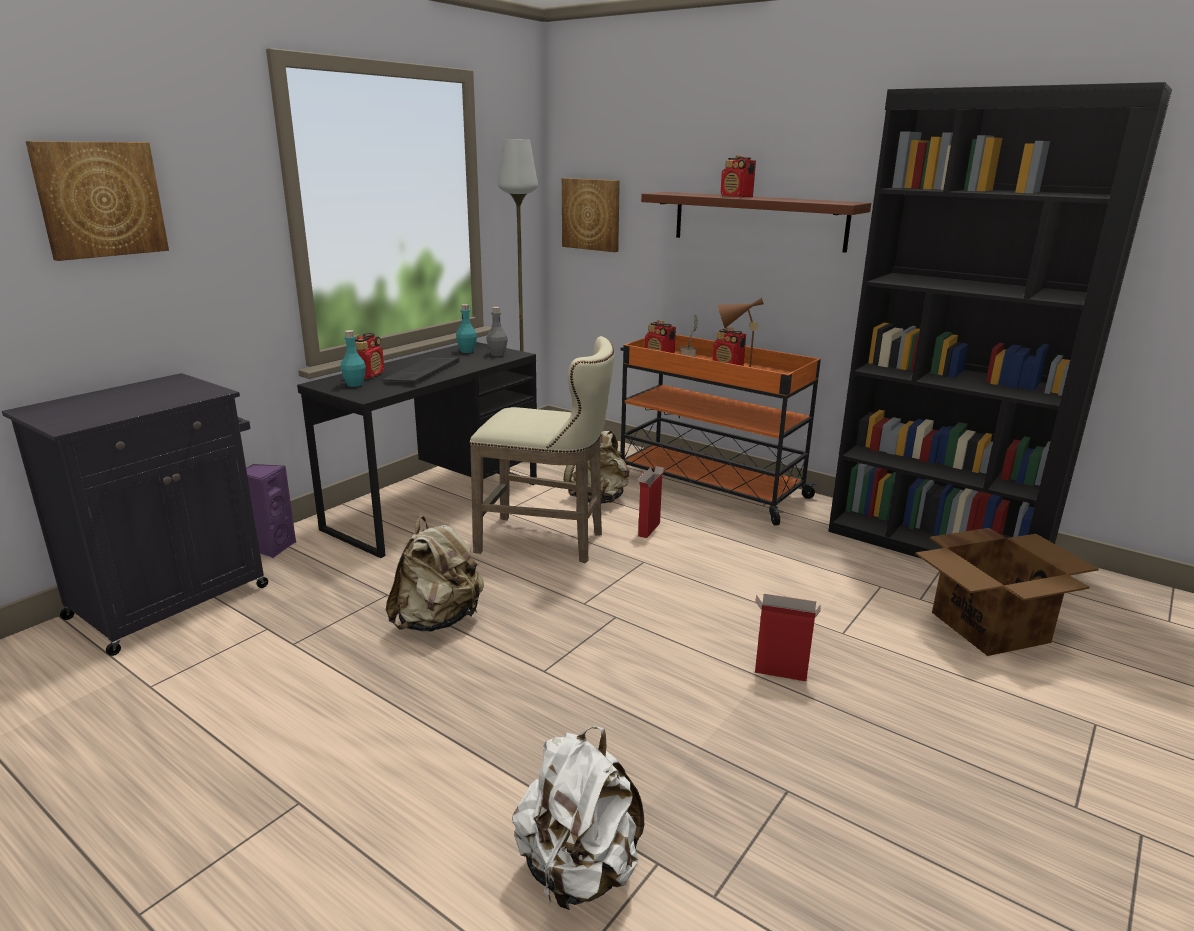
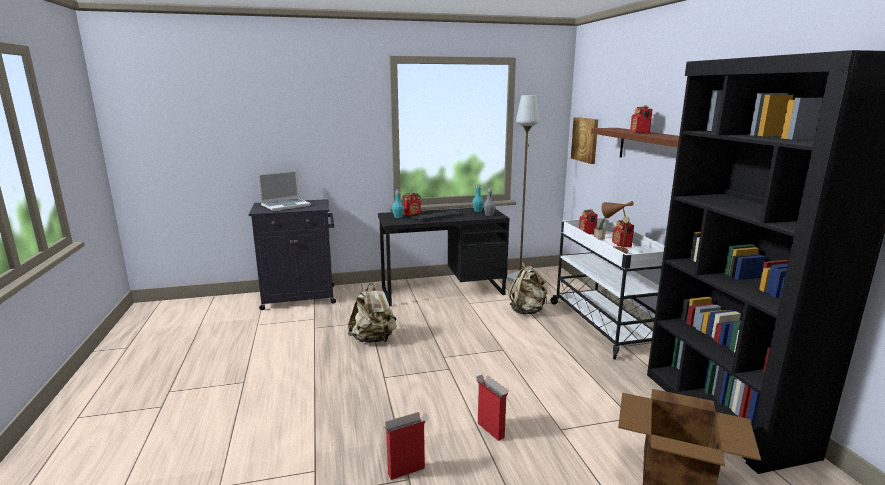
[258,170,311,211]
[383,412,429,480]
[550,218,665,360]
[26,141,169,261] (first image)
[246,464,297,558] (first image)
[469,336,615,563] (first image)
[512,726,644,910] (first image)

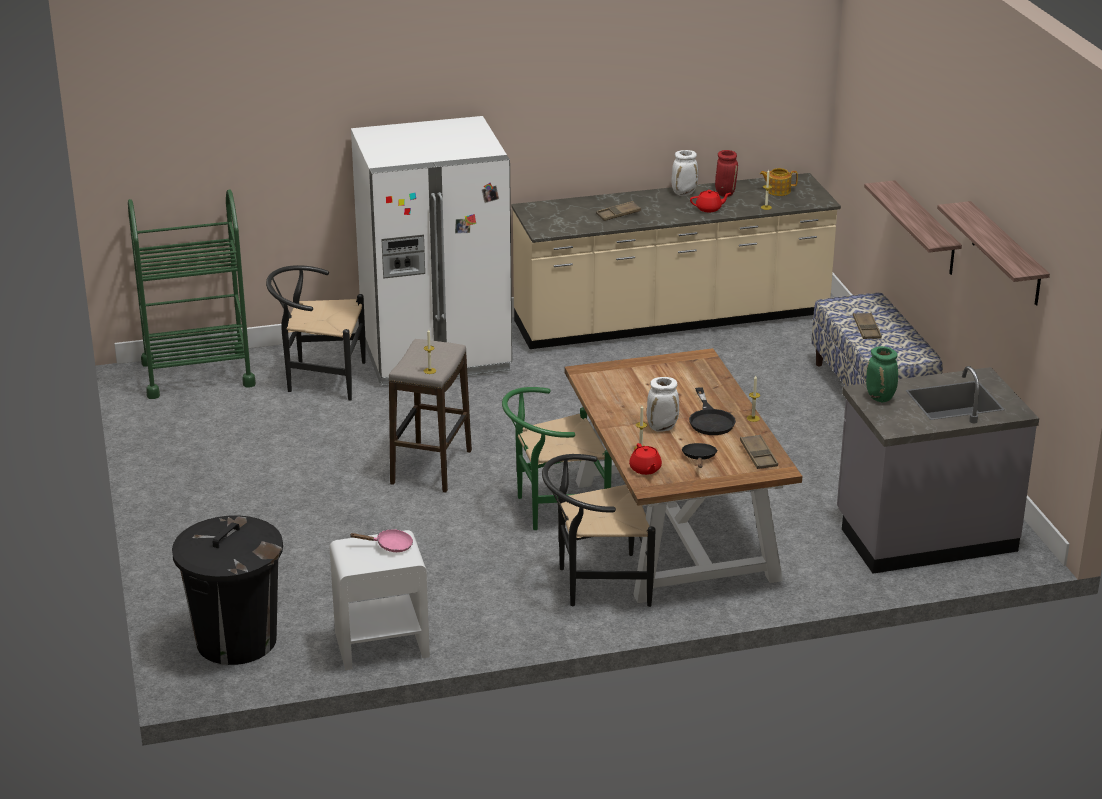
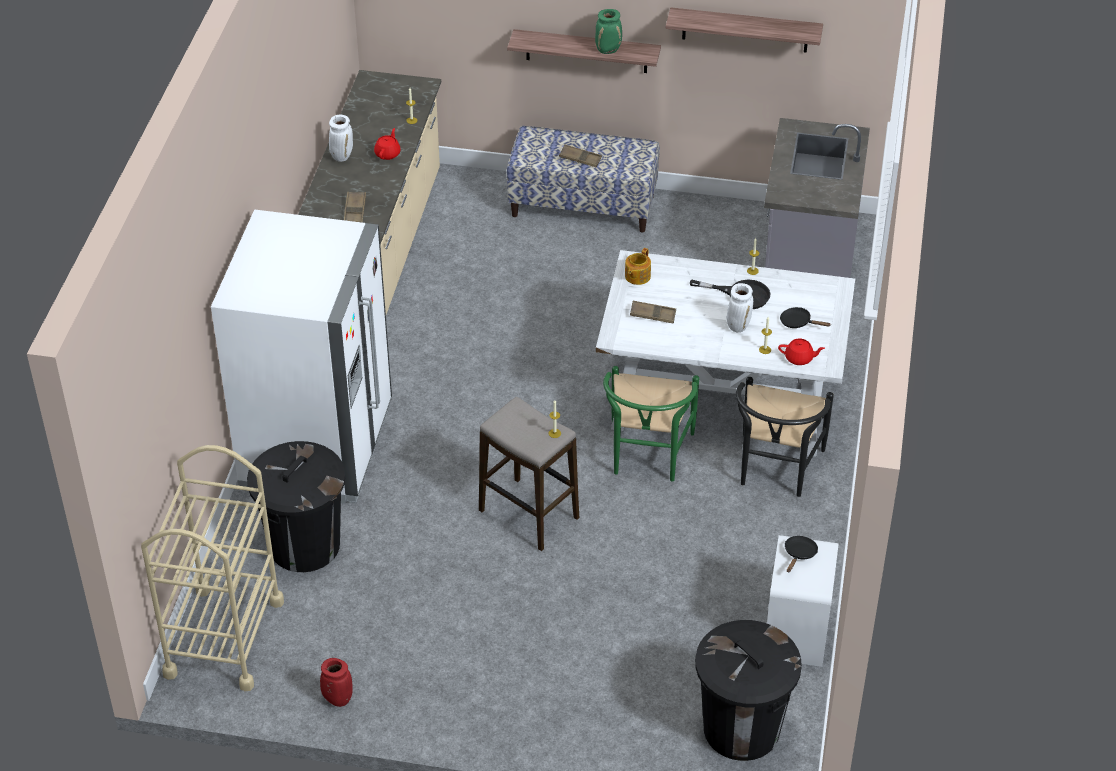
[141,445,284,691]
[247,441,345,572]
[320,658,353,707]
[595,9,622,54]
[596,250,855,456]
[625,248,651,285]
[630,301,676,324]
[785,536,818,573]

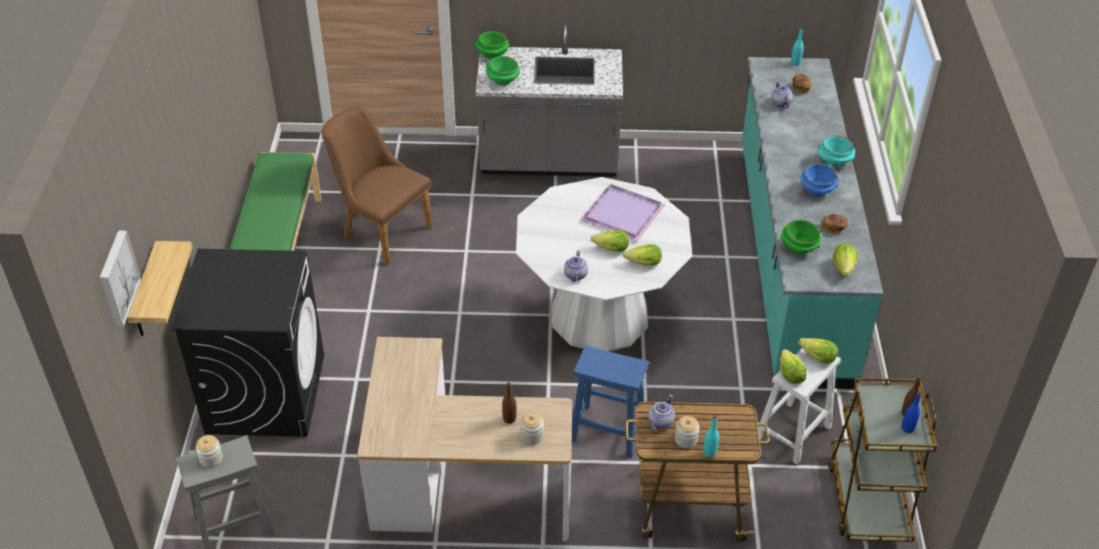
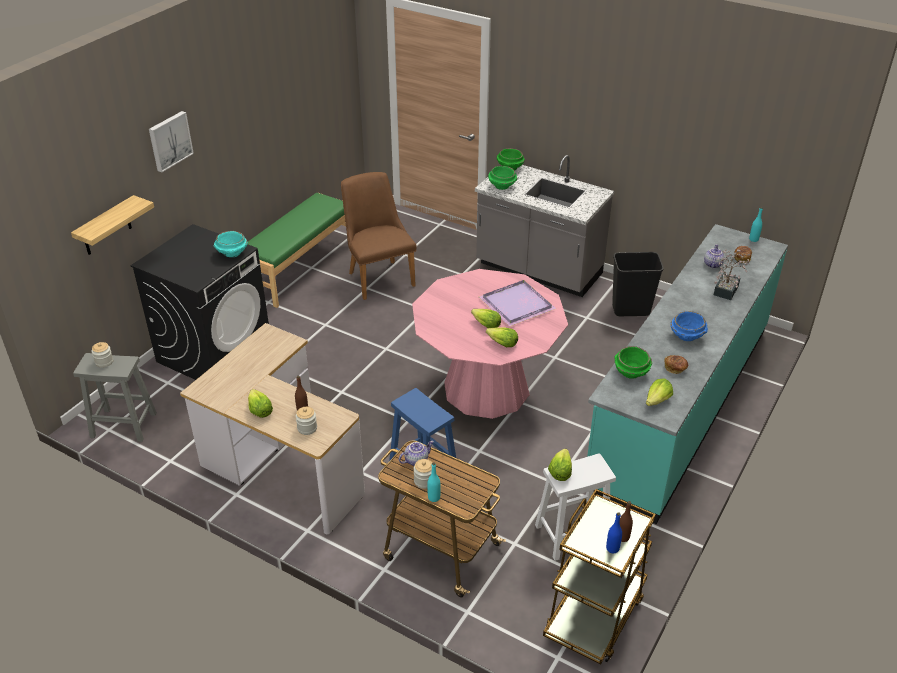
[149,111,194,173]
[214,231,248,257]
[248,389,273,418]
[412,269,568,419]
[612,252,664,316]
[714,249,750,300]
[564,250,588,282] (first image)

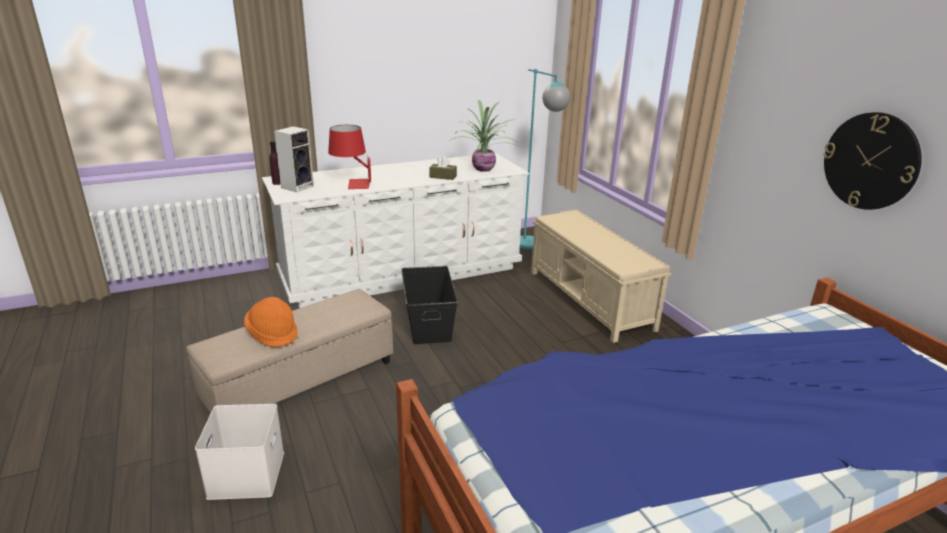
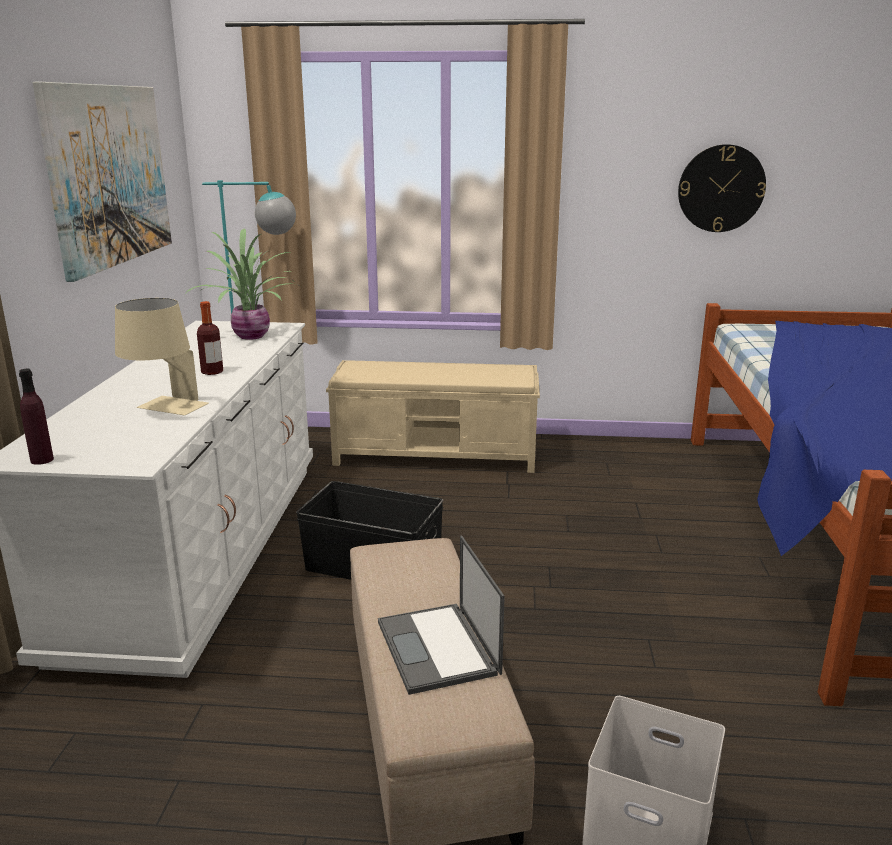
[33,82,172,282]
[115,298,209,415]
[197,301,223,375]
[378,536,505,695]
[274,126,314,192] (first image)
[430,156,457,180] (first image)

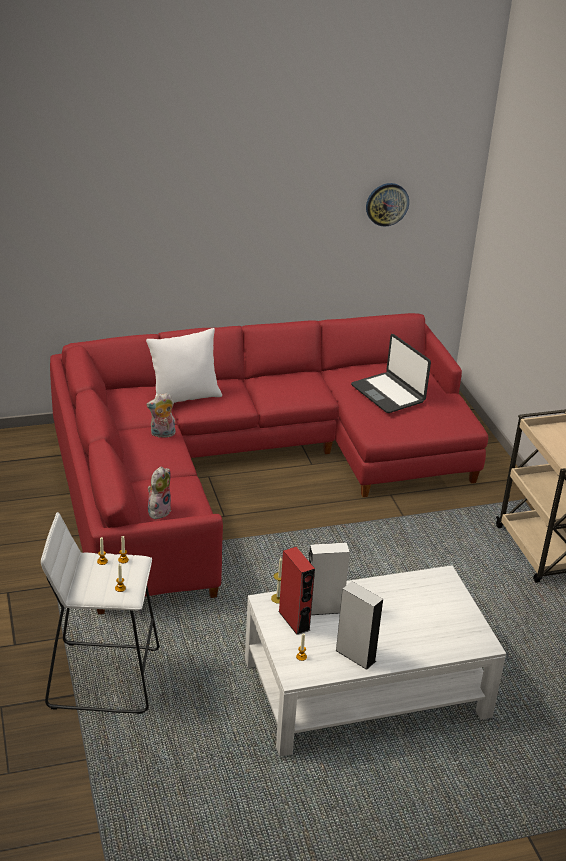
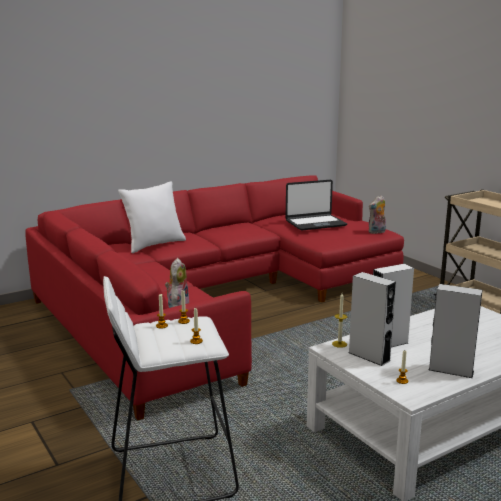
[286,180,347,230]
[348,272,396,366]
[369,195,386,234]
[366,183,409,226] (first image)

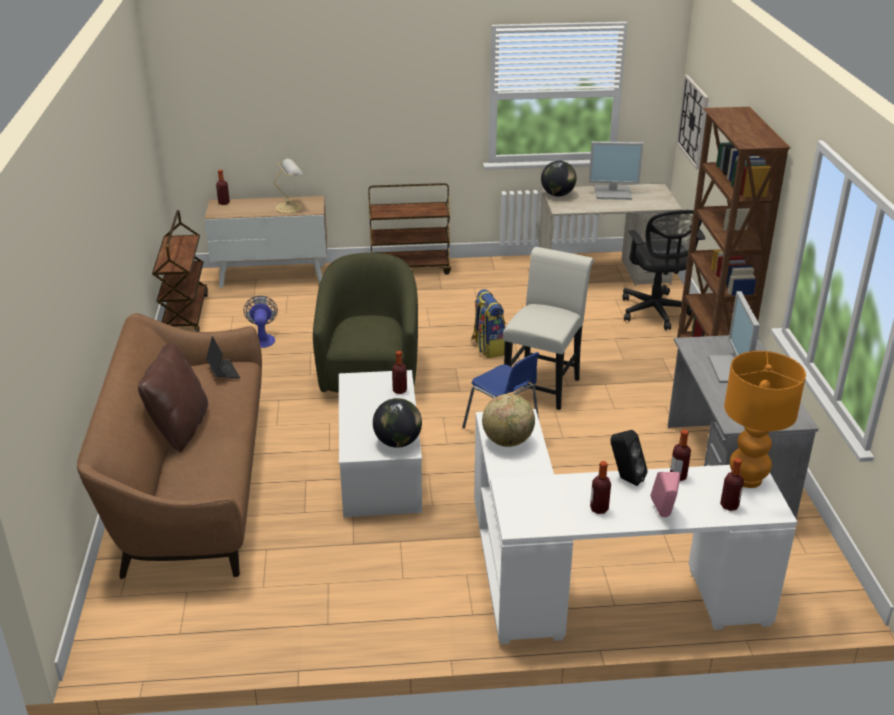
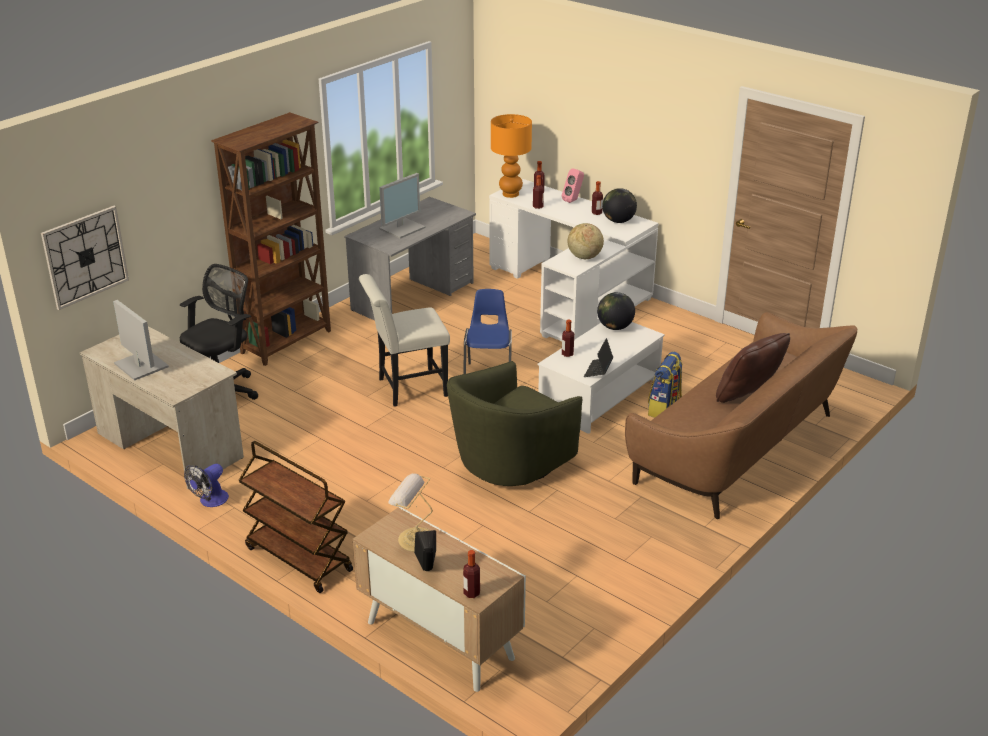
[184,464,229,507]
[414,530,436,571]
[584,338,613,377]
[602,188,637,223]
[648,352,683,418]
[152,210,208,332] (first image)

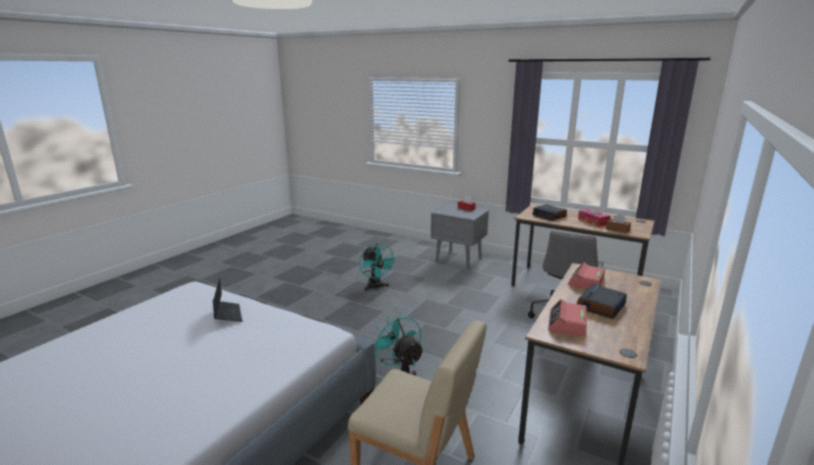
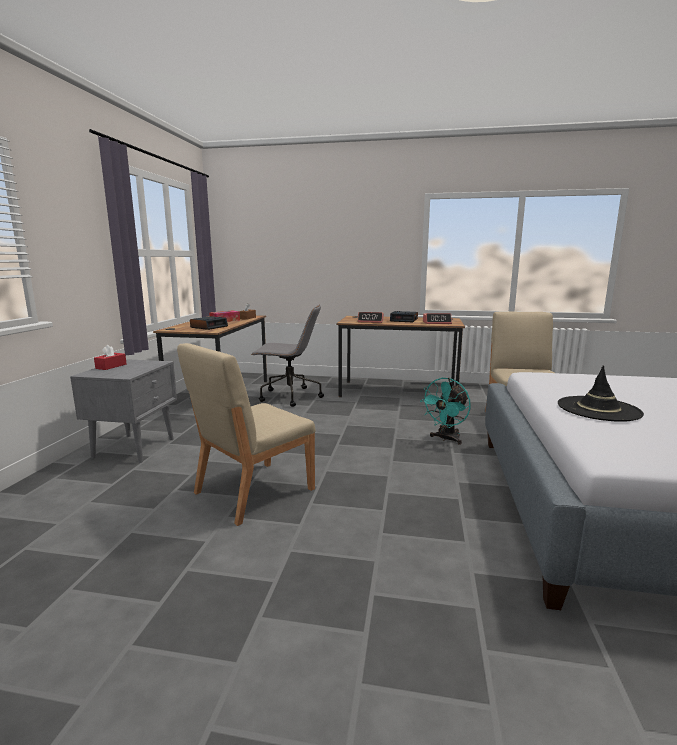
[177,343,316,526]
[558,365,644,422]

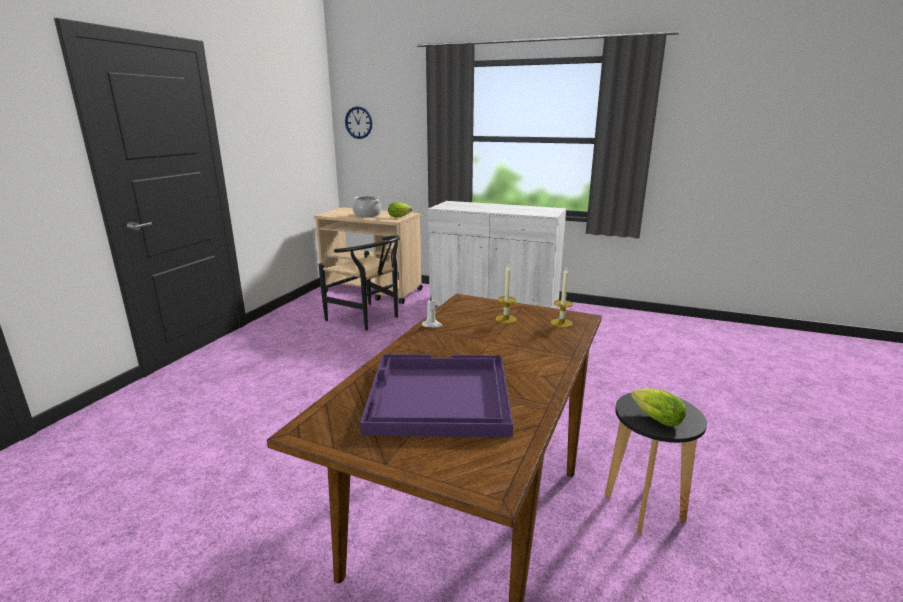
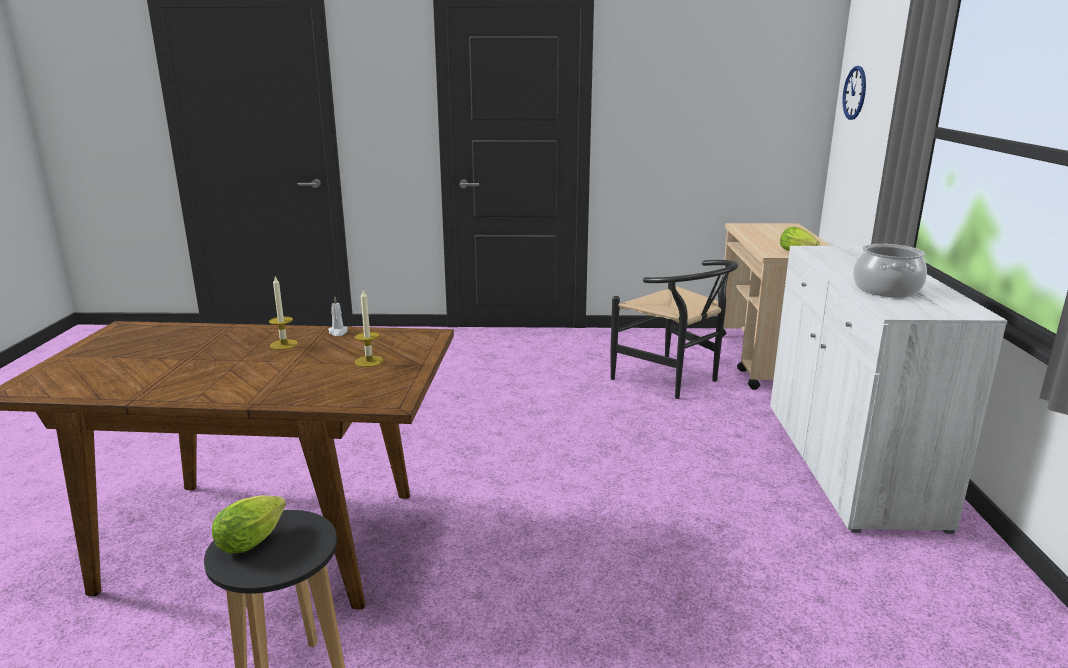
[269,276,298,350]
[611,260,738,399]
[853,244,927,297]
[360,354,513,437] (first image)

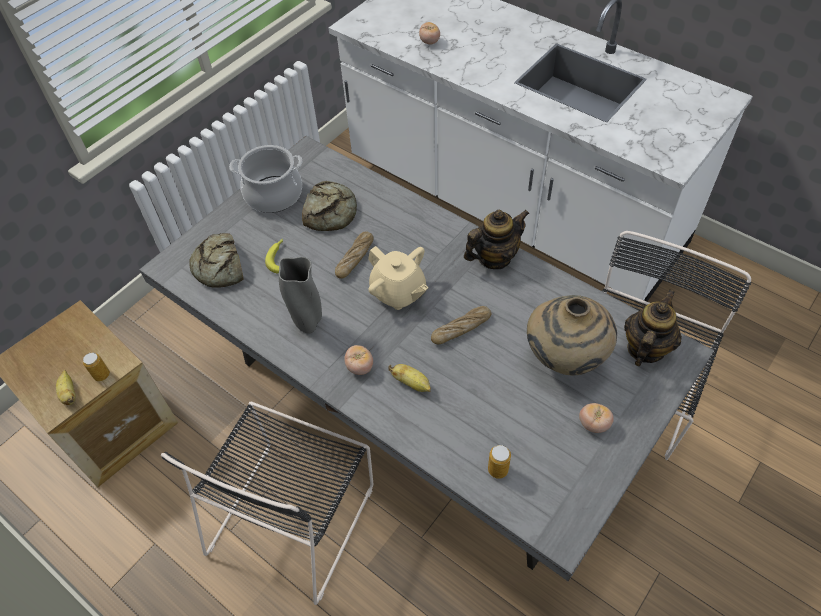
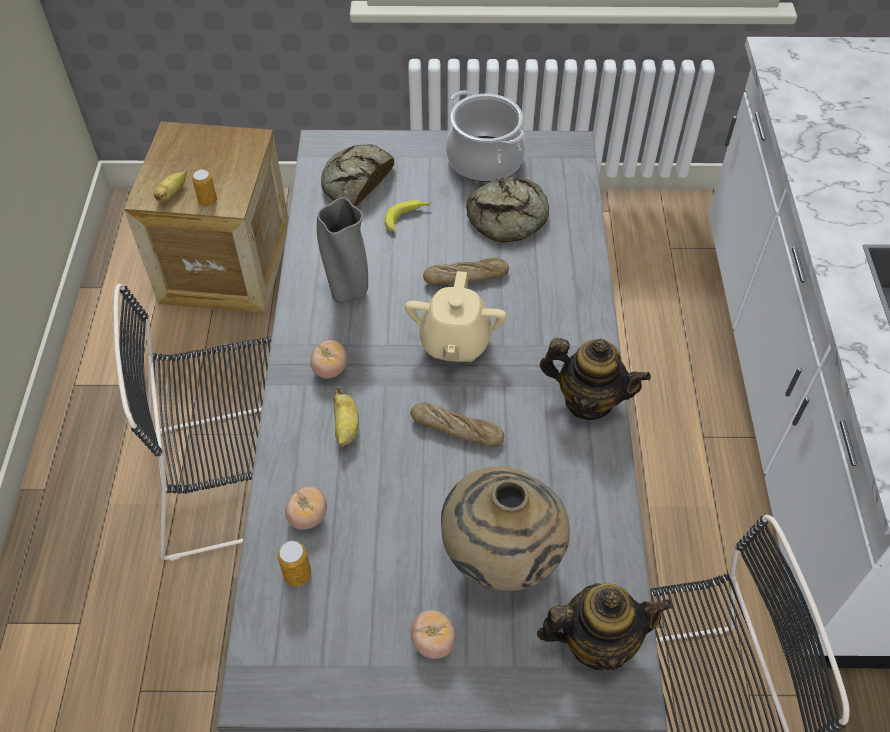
[285,486,327,530]

